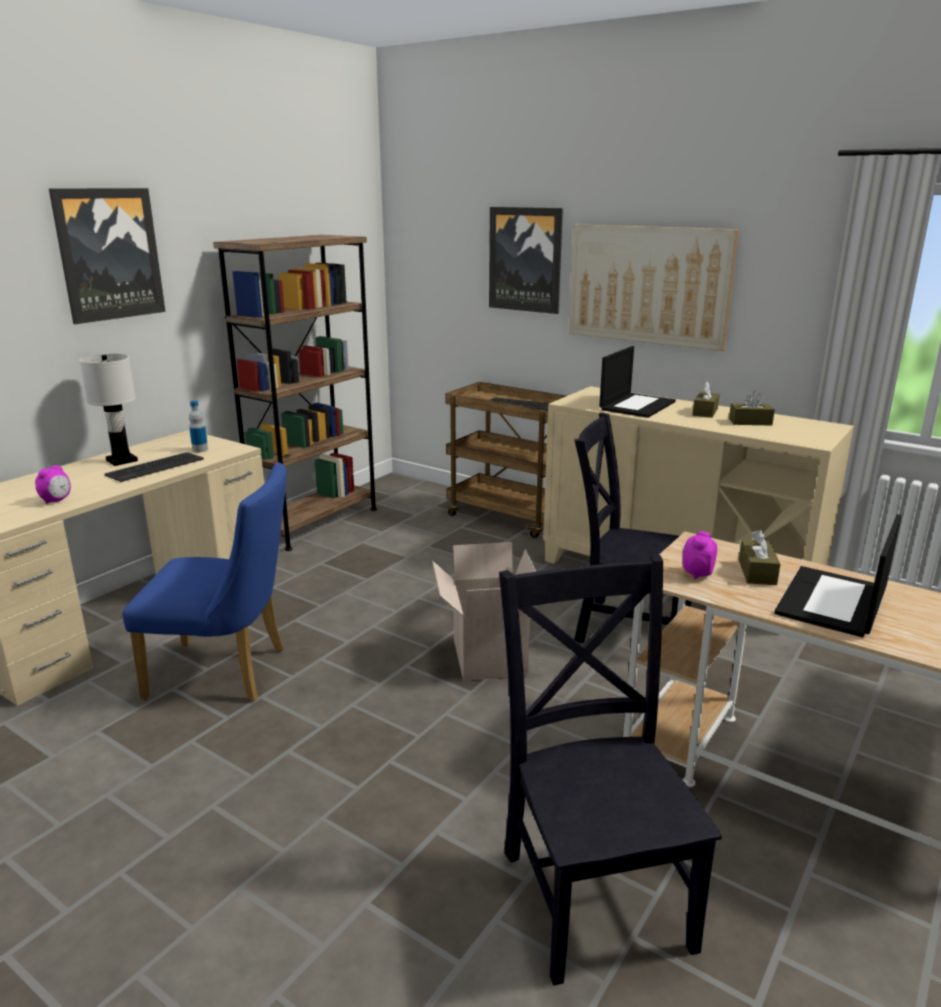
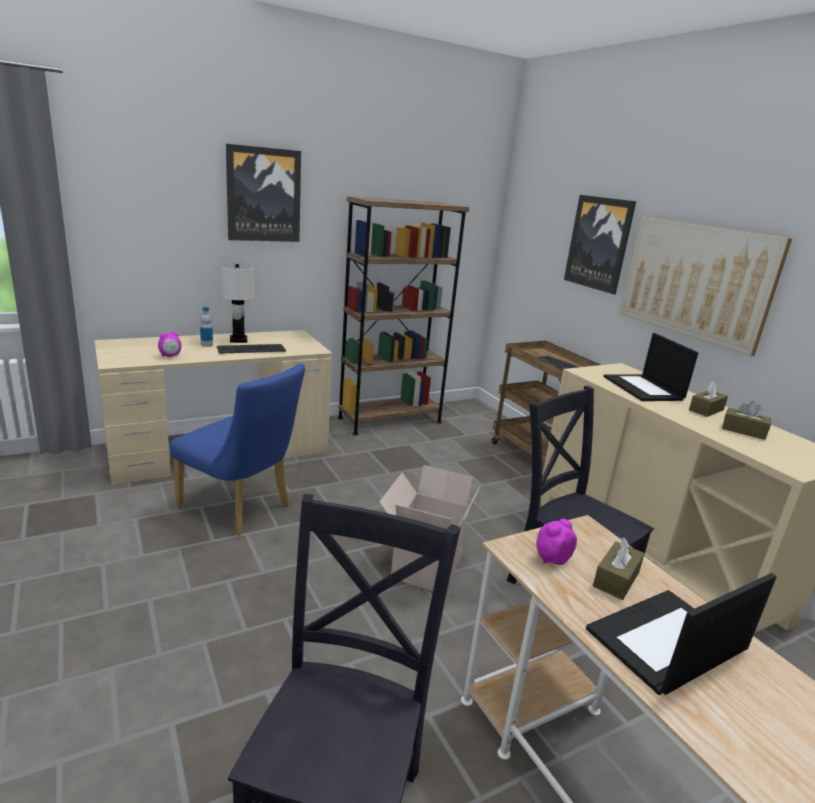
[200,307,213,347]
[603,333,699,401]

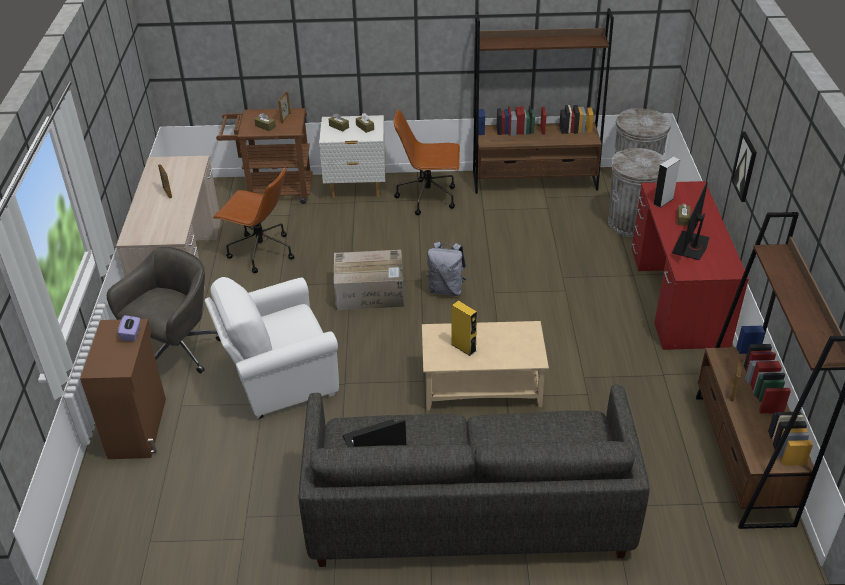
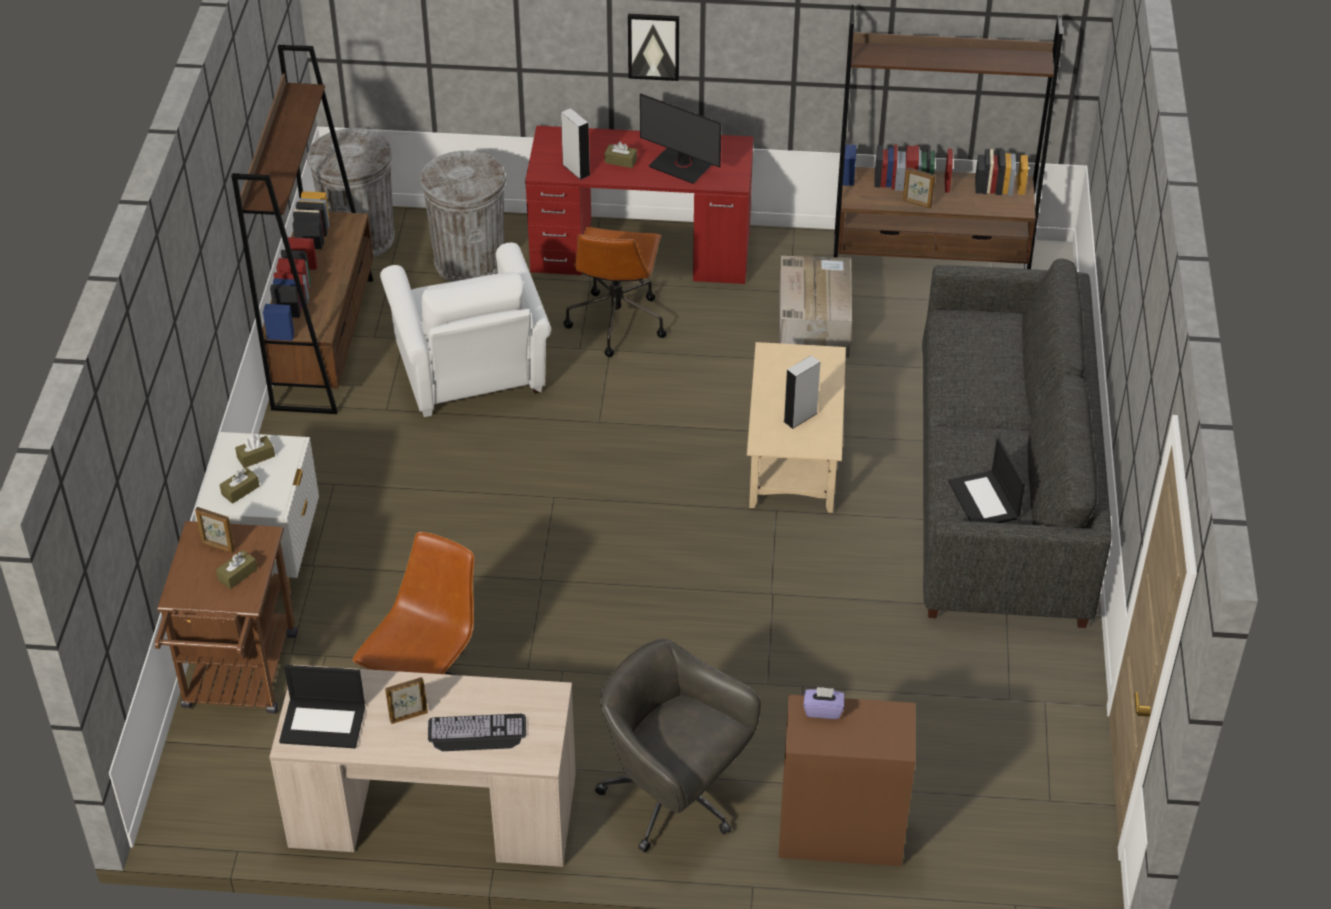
[279,665,365,748]
[380,243,551,417]
[428,714,526,751]
[563,227,667,357]
[779,256,852,358]
[784,355,820,429]
[427,242,466,296] (first image)

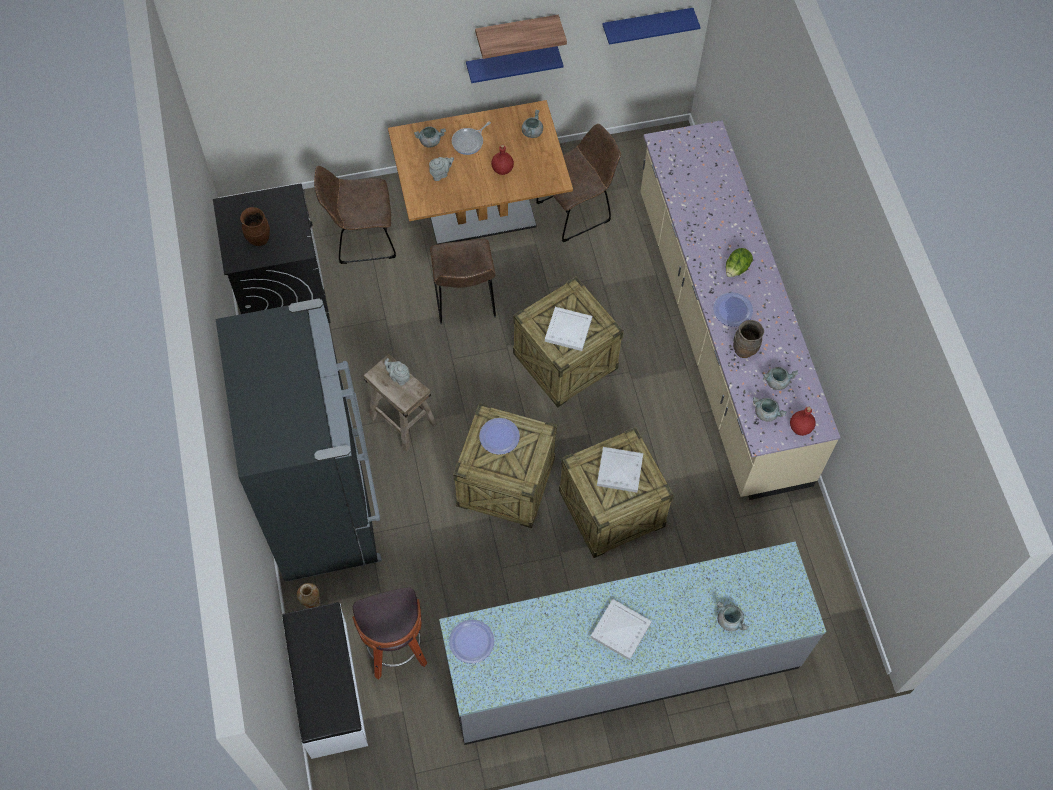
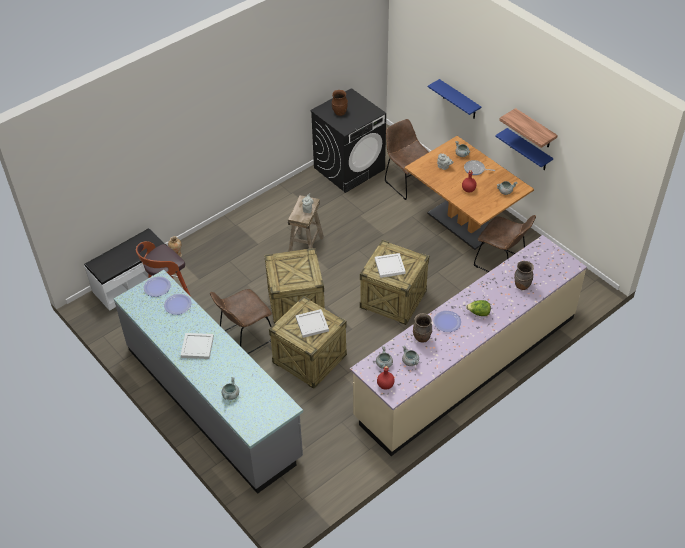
[164,294,192,315]
[210,289,272,354]
[428,79,481,119]
[514,261,534,290]
[216,298,382,582] (first image)

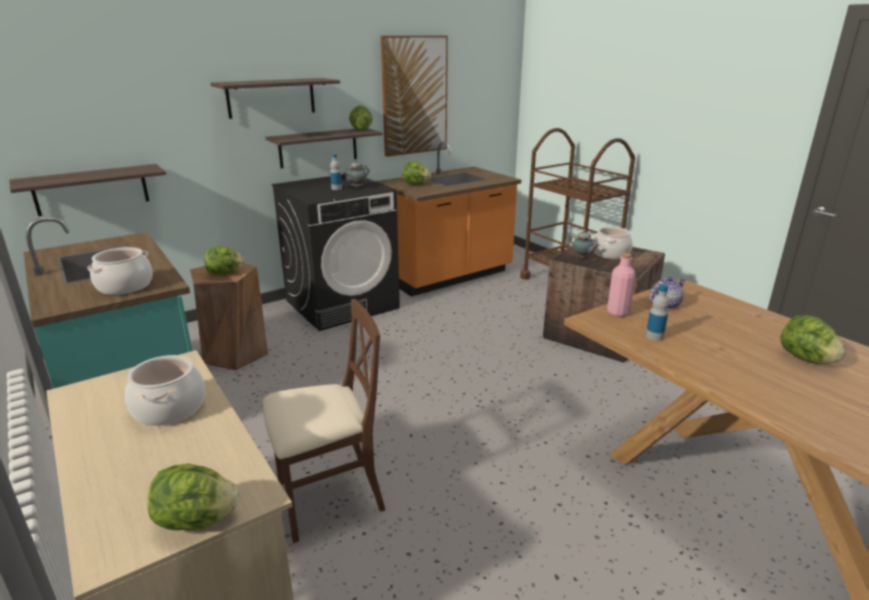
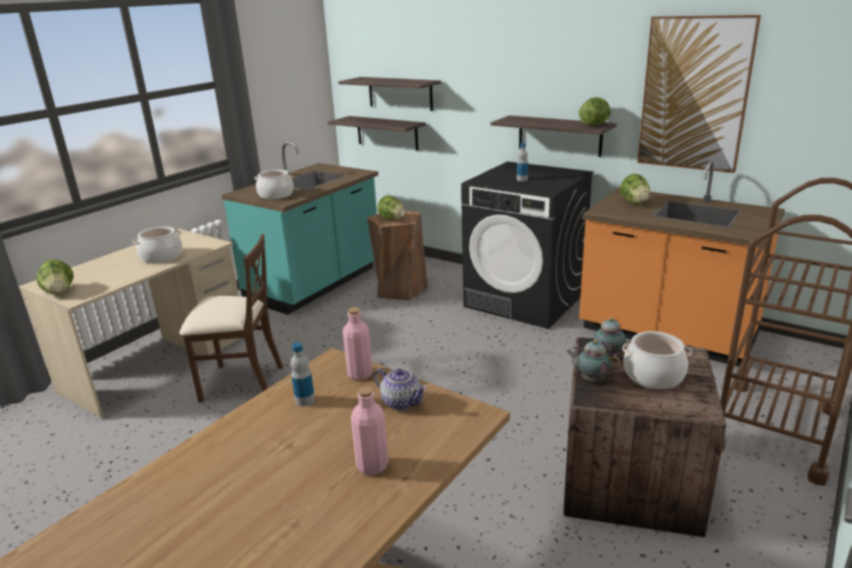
[180,234,283,402]
[338,77,441,111]
[351,386,389,475]
[566,340,621,381]
[780,315,846,364] (first image)

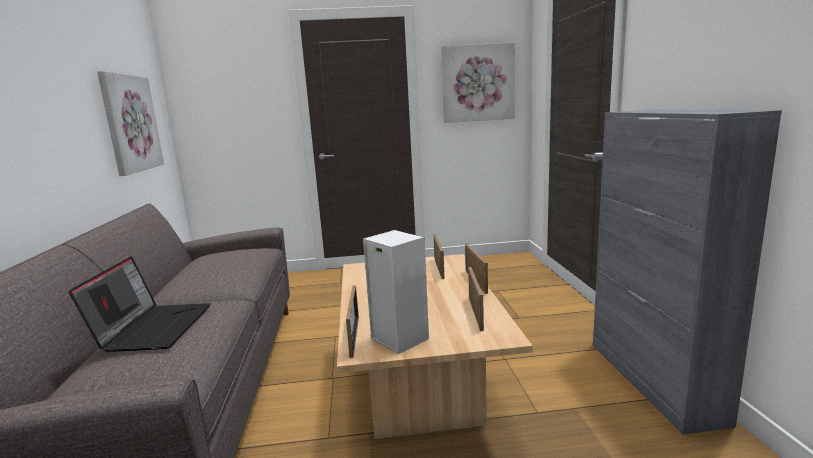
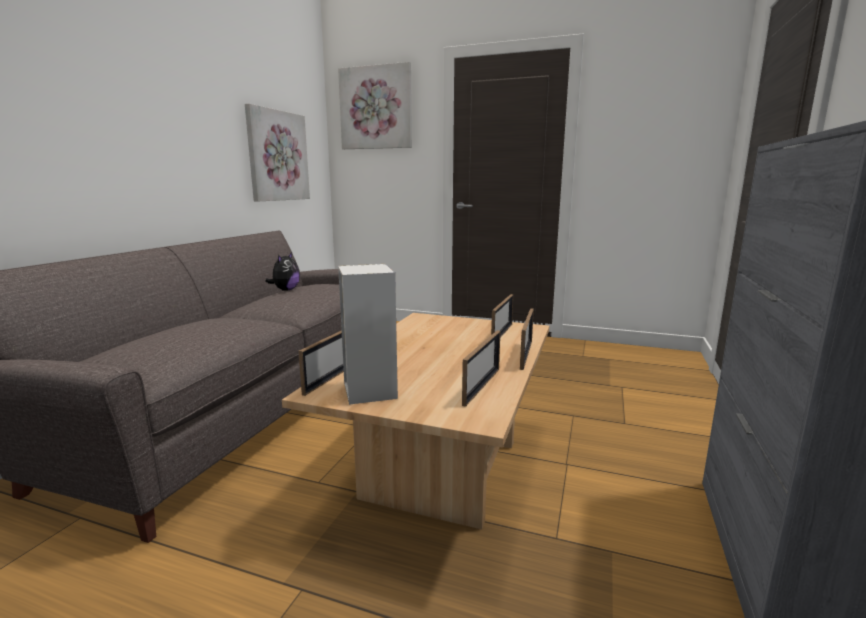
[265,252,300,291]
[338,62,412,149]
[69,256,211,352] (first image)

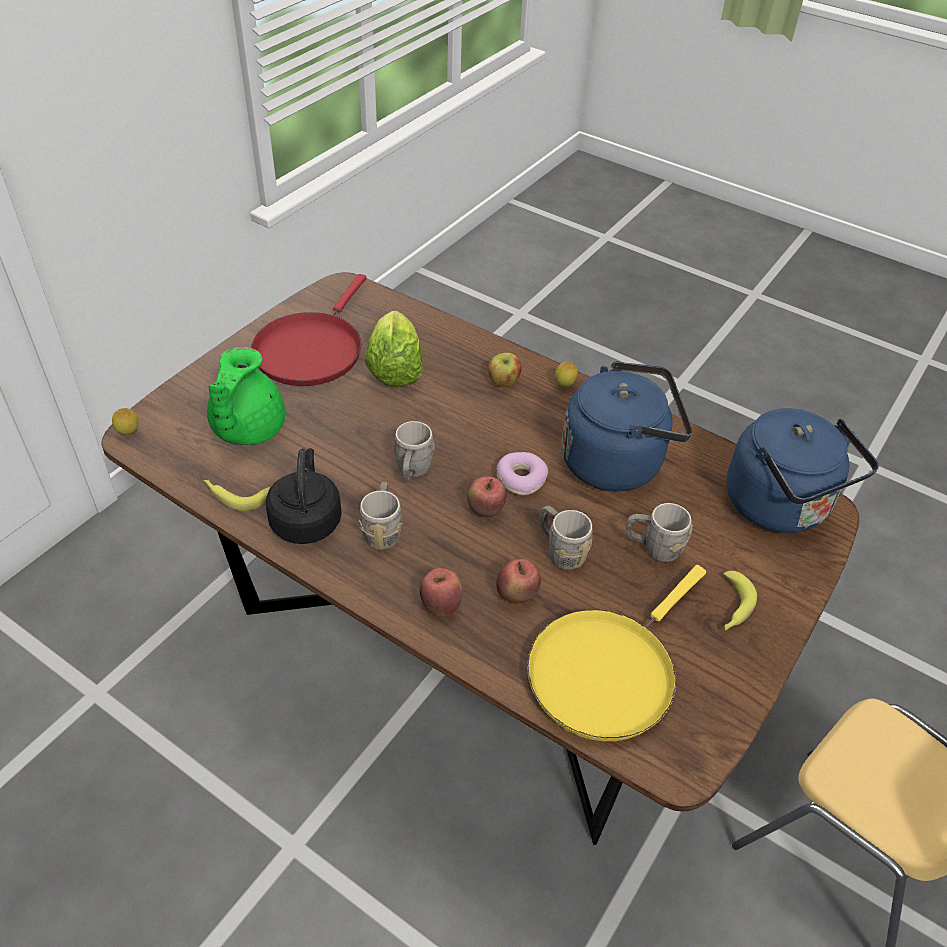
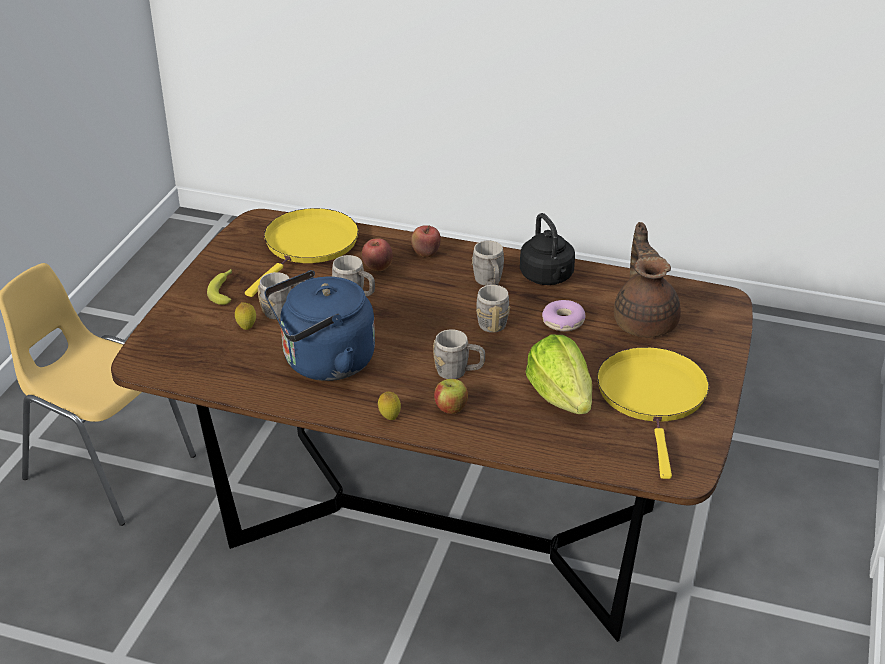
[235,302,256,330]
[433,329,485,379]
[542,300,585,331]
[597,347,709,479]
[614,222,681,337]
[203,480,270,511] (first image)
[467,476,506,517] (first image)
[726,408,879,533] (first image)

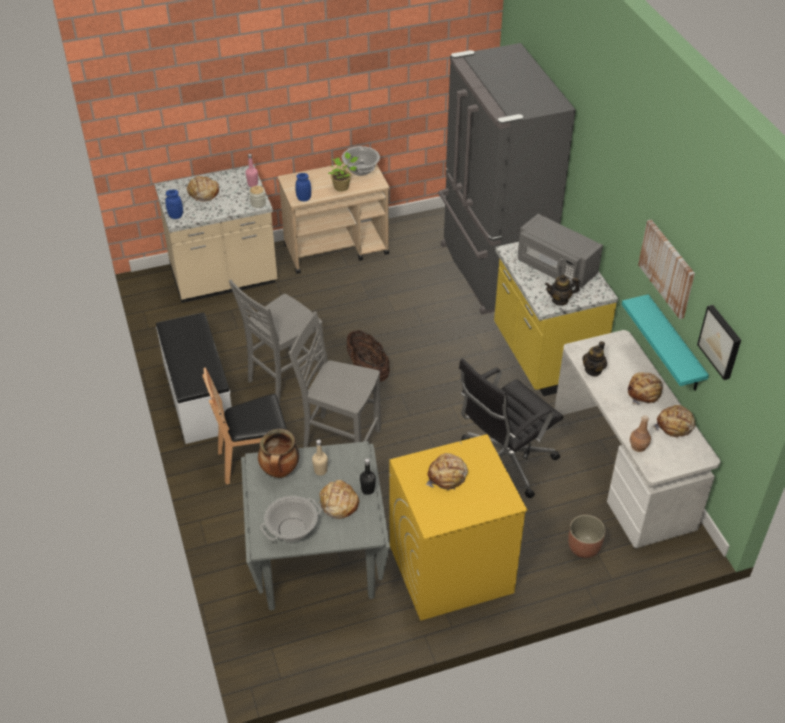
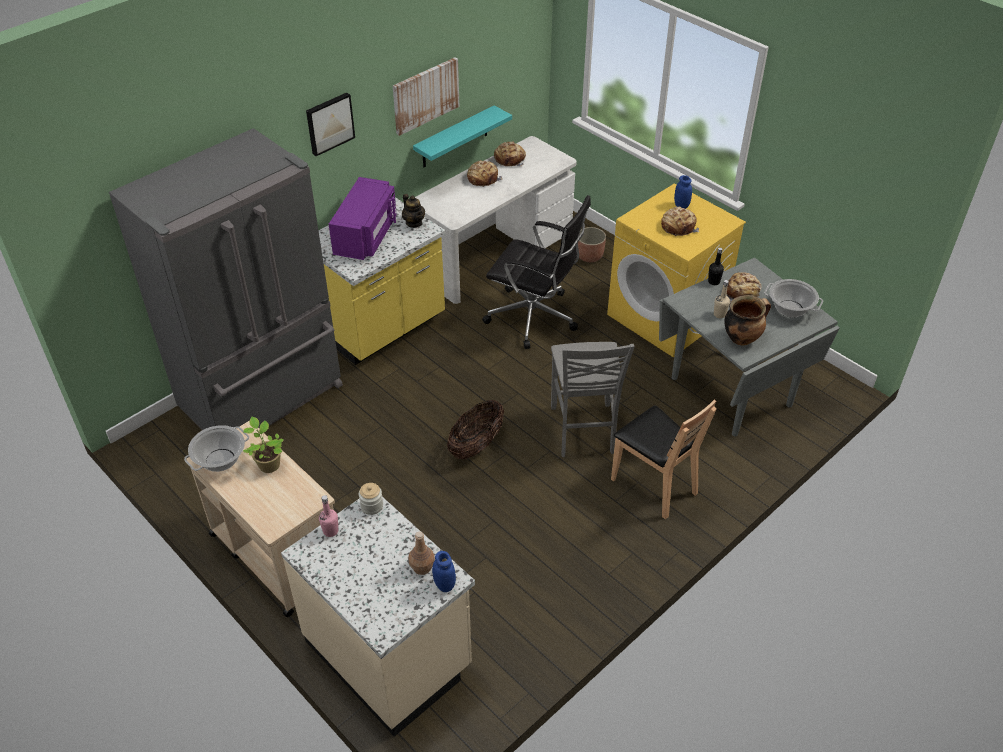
[306,93,355,156]
[329,177,397,260]
[409,531,435,575]
[674,175,692,209]
[156,312,232,444] (first image)
[187,176,219,201] (first image)
[229,280,324,404] (first image)
[582,341,607,377] (first image)

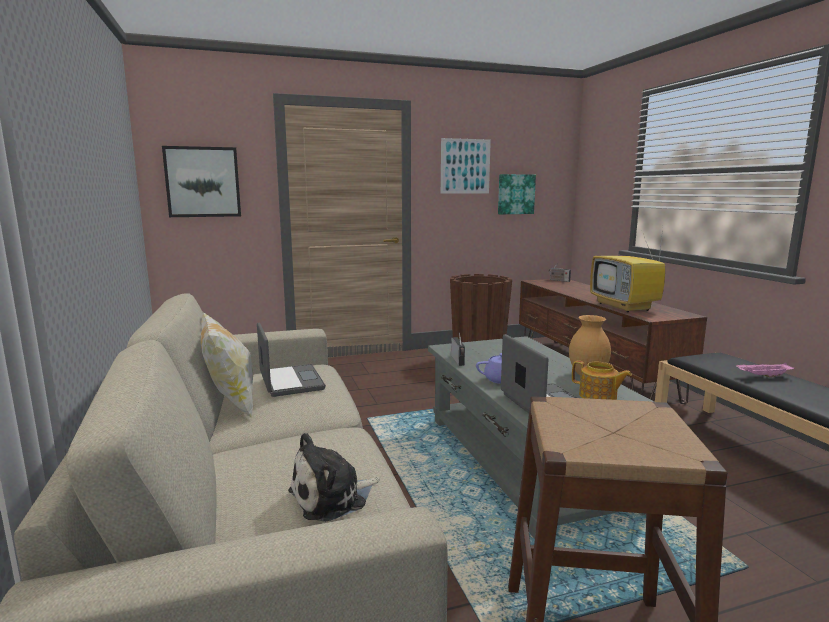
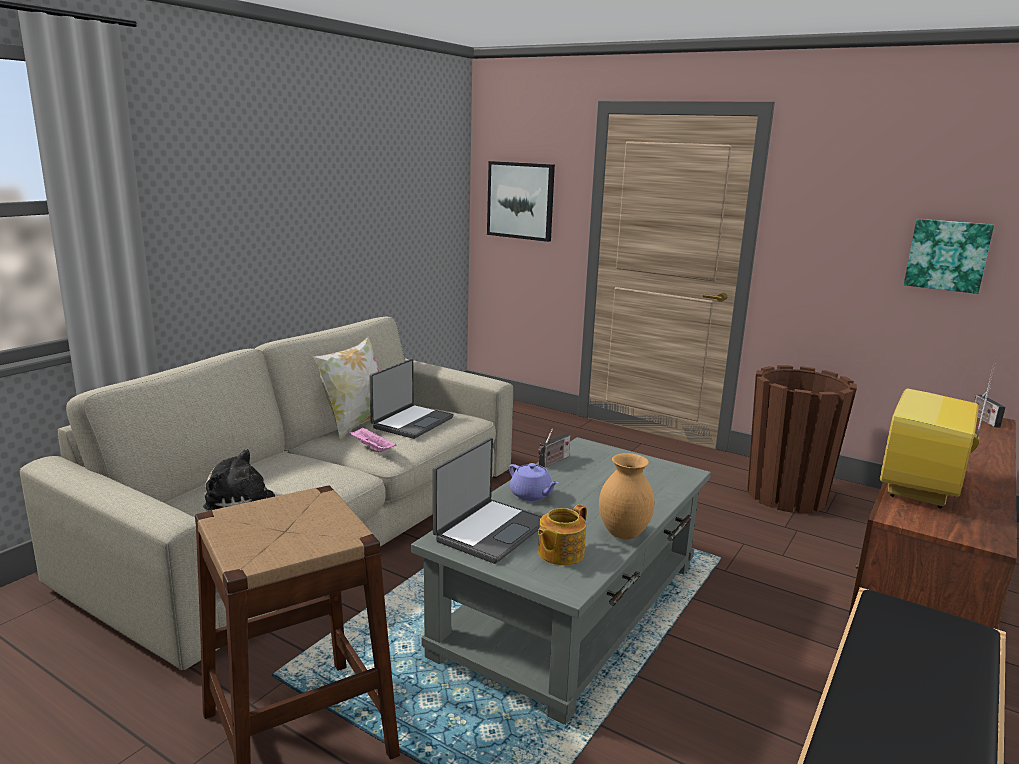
[349,427,396,452]
[538,504,587,565]
[441,138,491,193] (first image)

